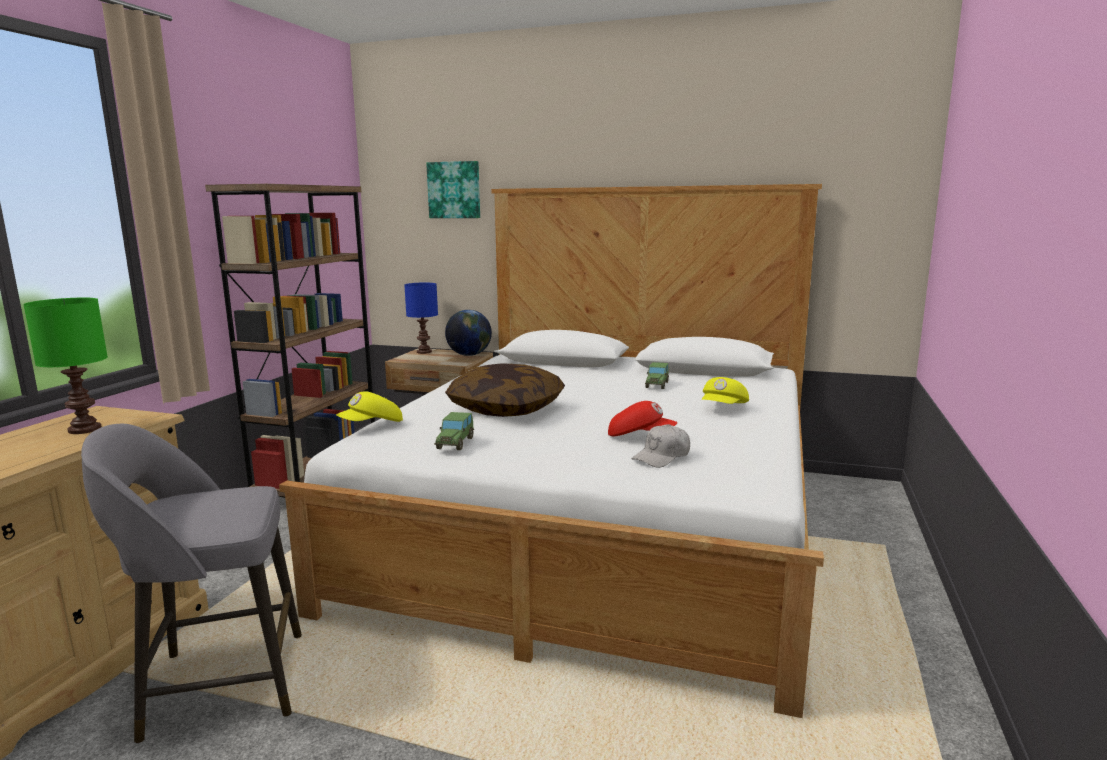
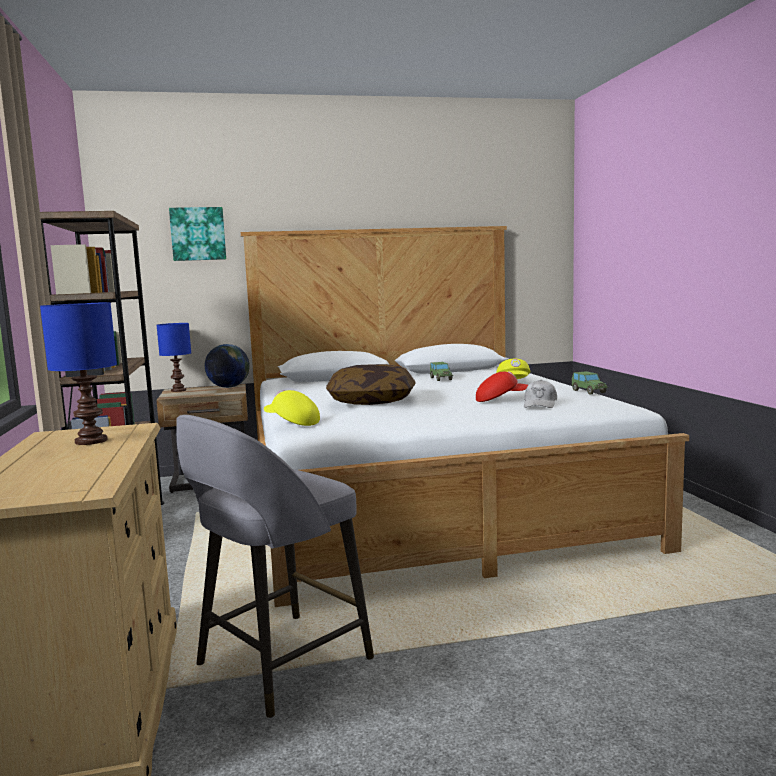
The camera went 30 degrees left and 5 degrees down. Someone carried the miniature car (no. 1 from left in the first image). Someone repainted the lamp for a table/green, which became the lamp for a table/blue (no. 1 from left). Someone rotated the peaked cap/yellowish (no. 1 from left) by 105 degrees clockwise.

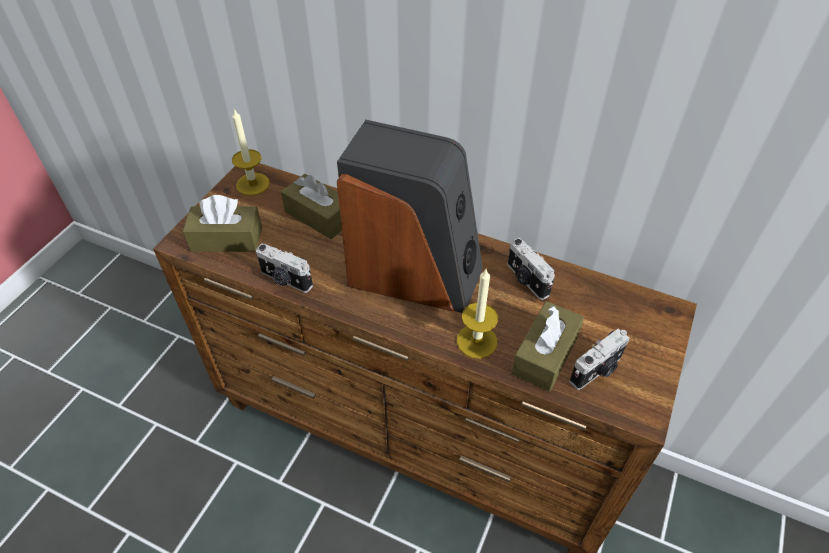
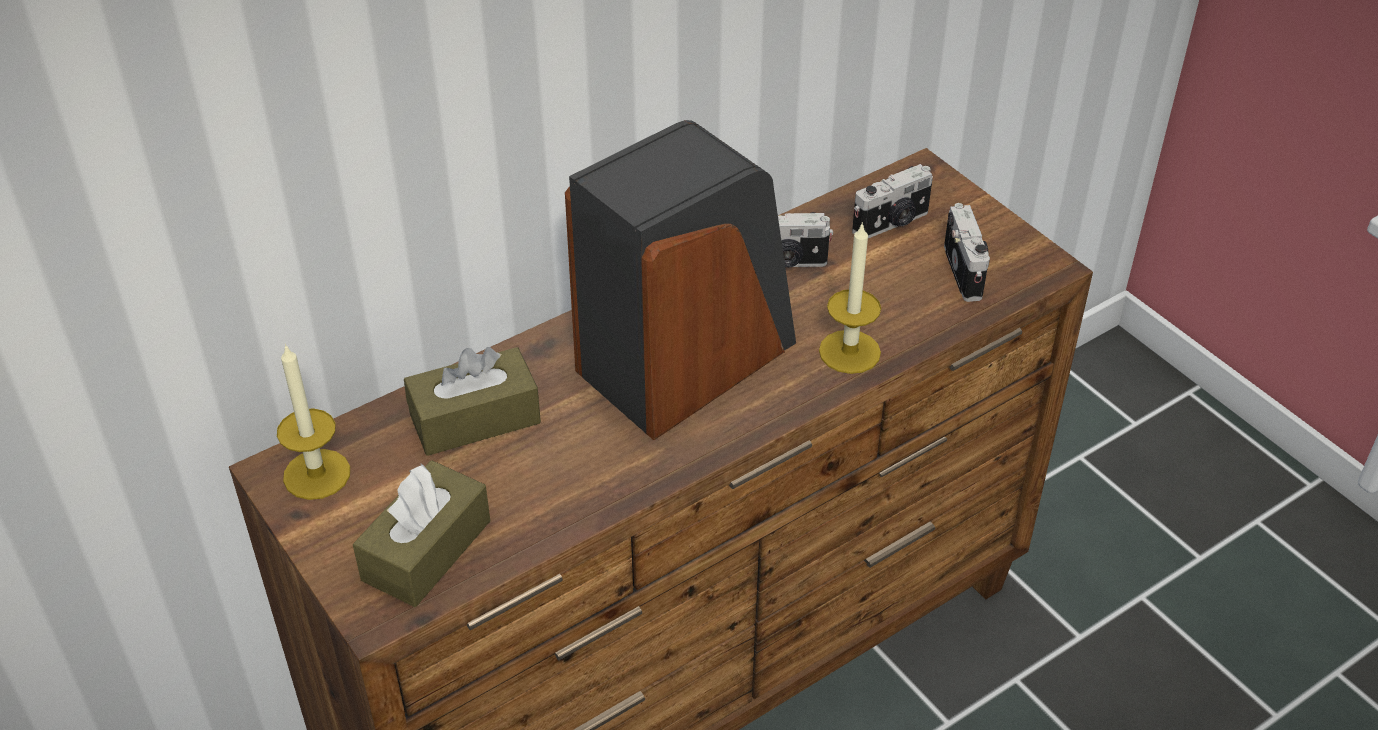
The camera went 60 degrees left and 5 degrees down. Someone took away the tissue box/brown (no. 3 from left). Someone carried the still camera (no. 1 from left in the first image).

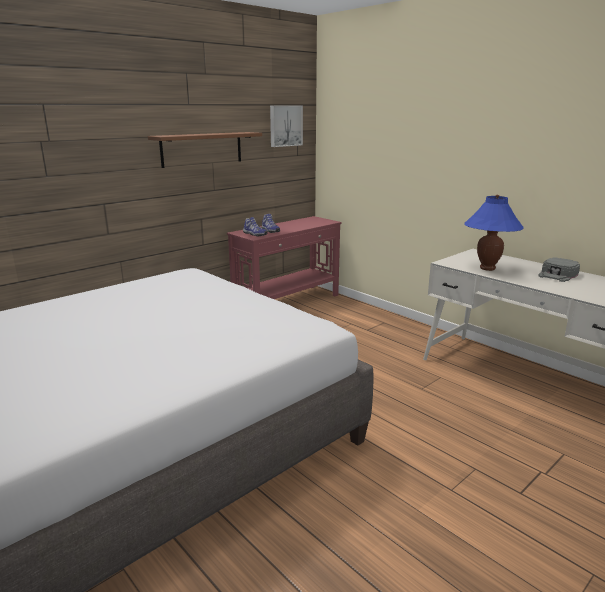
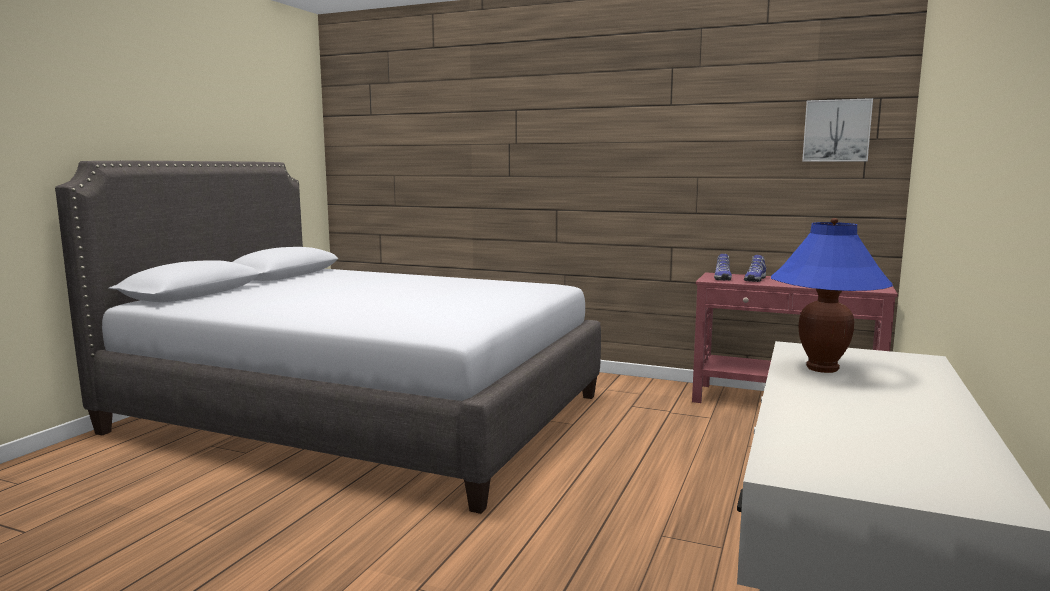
The camera went 65 degrees right and 10 degrees down. Someone took away the bracket shelf/brown. Someone took away the peaked cap/greyish.

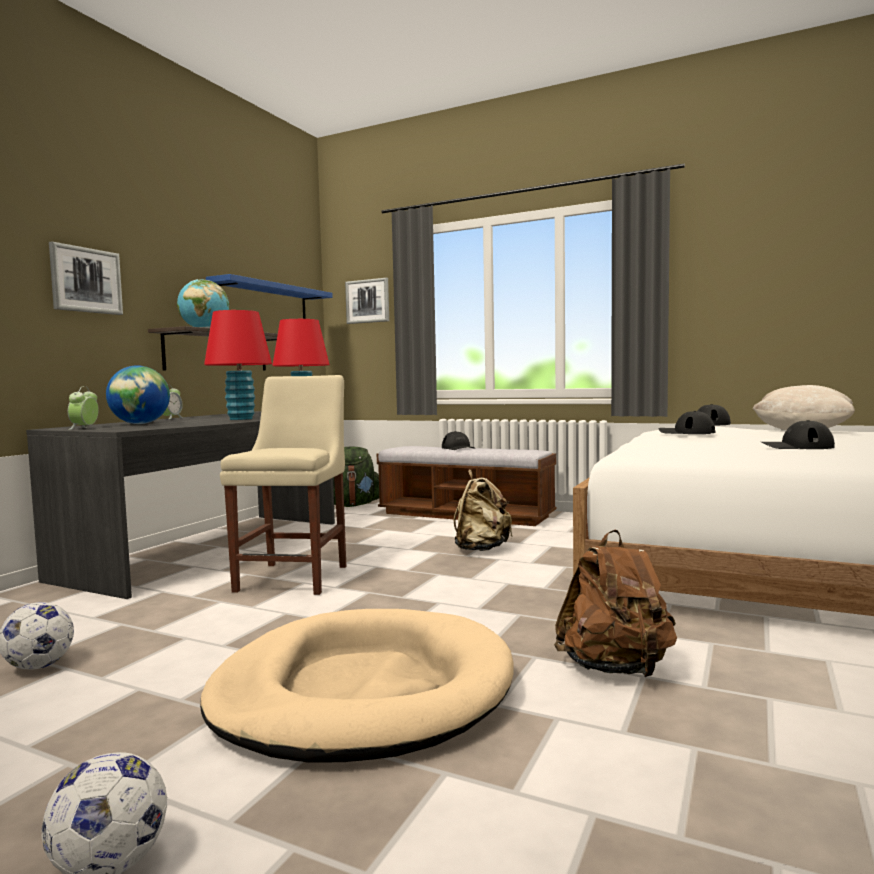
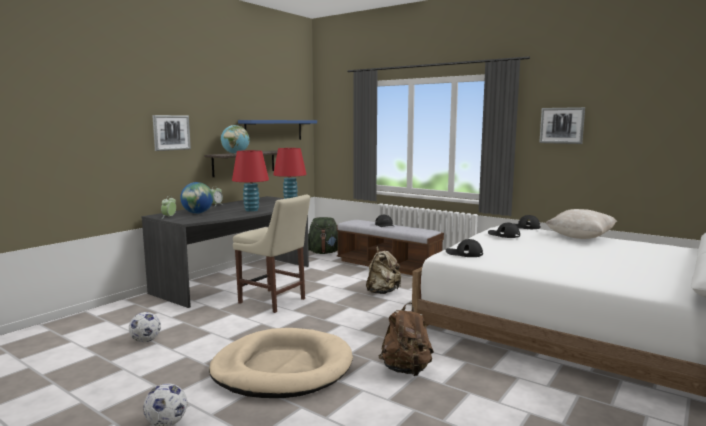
The camera went 10 degrees right and 5 degrees up. Someone carried the picture (no. 2 from left). Someone carried the peaked cap/black (no. 4 from left in the first image). Someone rotated the chair/beige-coloured by 105 degrees clockwise.

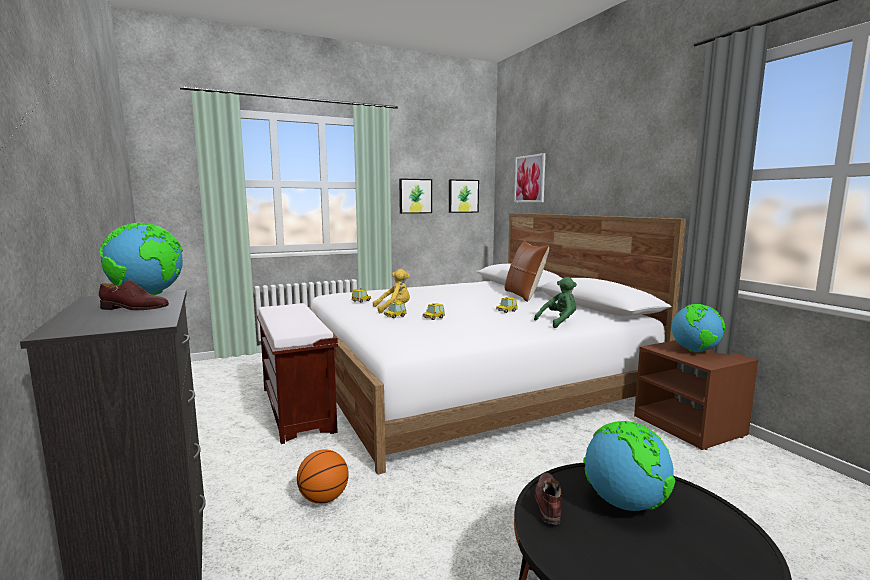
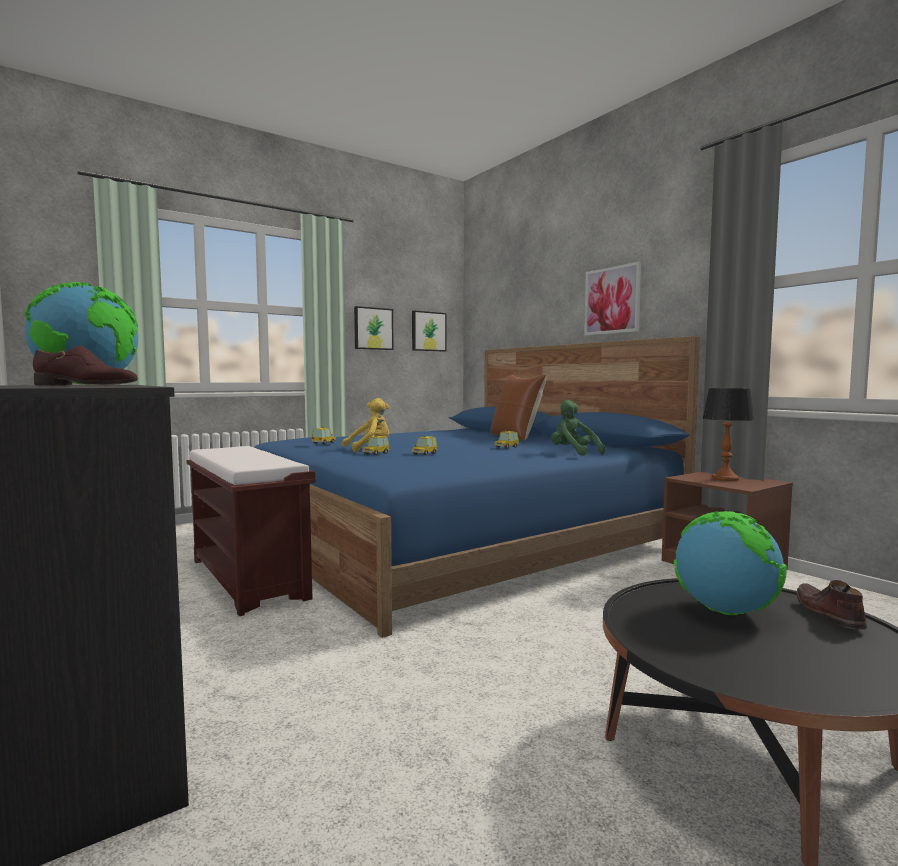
The camera went 10 degrees left and 5 degrees down. Someone took away the ball for basketball. Someone carried the picture (no. 3 from left). Someone carried the item of footwear/brown (no. 2 from left). Someone swapped the globe (no. 3 from left) for the lamp for a table. Someone repainted the bed/white, which became the bed/blue. Someone rotated the cuddly toy/green by 90 degrees counterclockwise.

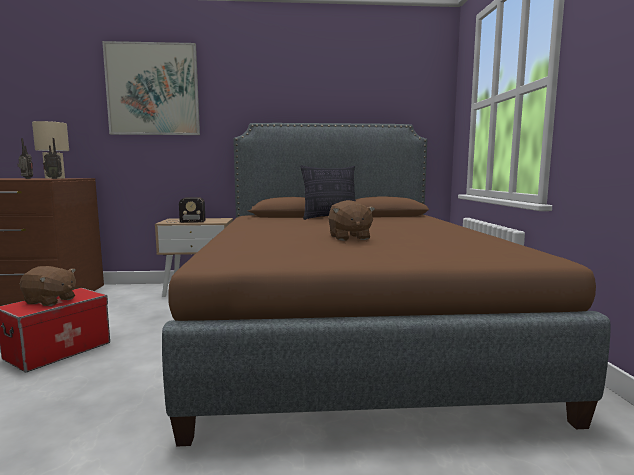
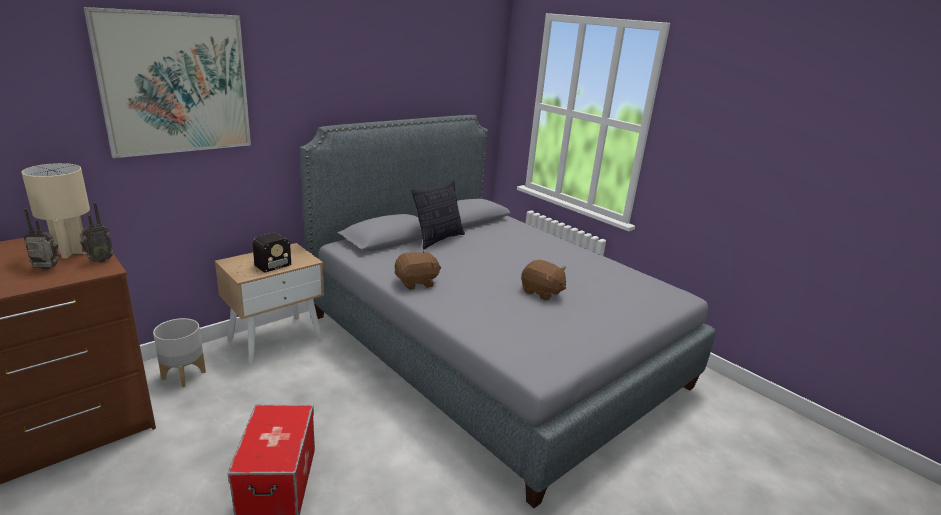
The camera went 40 degrees left and 15 degrees up. Someone put down the plant pot/greyish. Someone carried the cuddly toy/brown (no. 1 from left). Someone repainted the bed/brown, which became the bed/greyish.

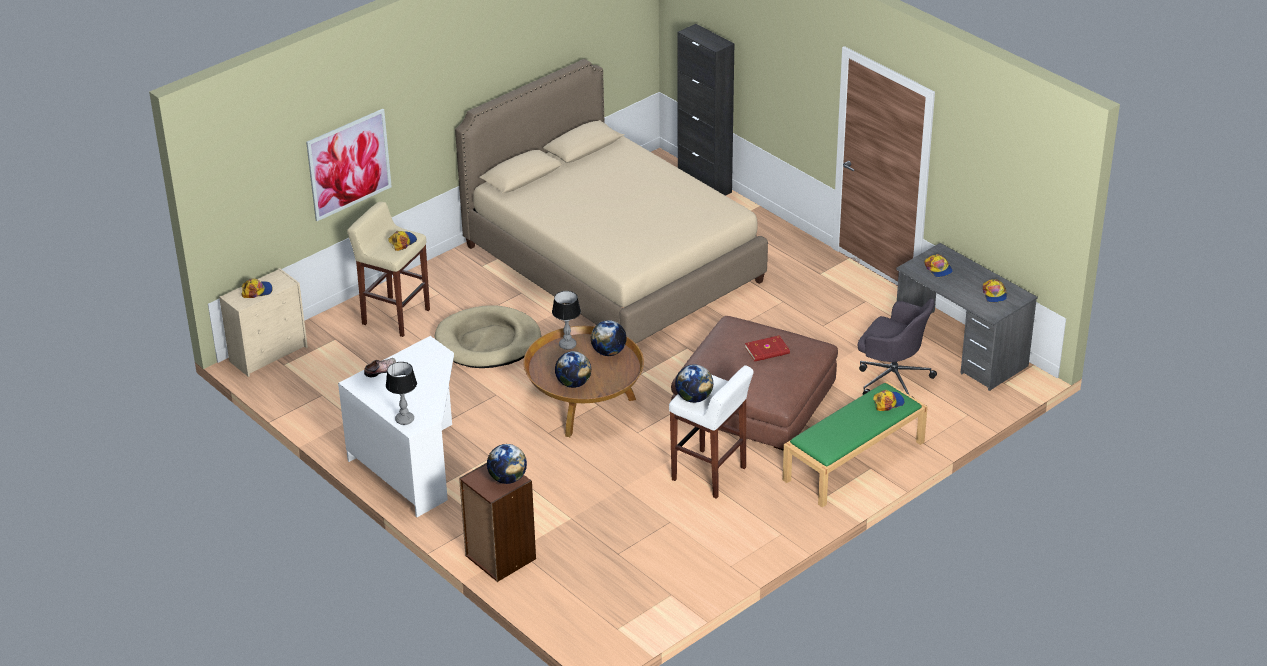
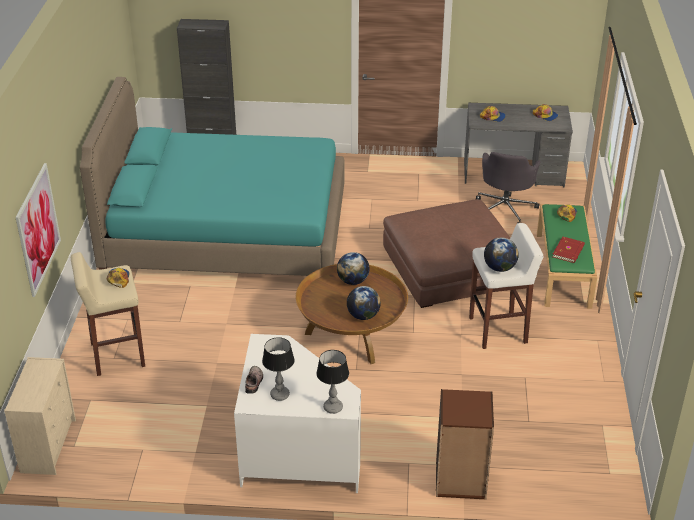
The camera went 45 degrees left and 0 degrees up. Someone took away the peaked cap (no. 1 from left). Someone took away the dog cushion/beige-coloured. Someone took away the globe (no. 1 from left). Someone carried the lamp for a table (no. 2 from left in the first image). Someone carried the volume/reddish. Someone repainted the bed/beige-coloured, which became the bed/turquoise. Someone rotated the office chair/greyish by 120 degrees clockwise.

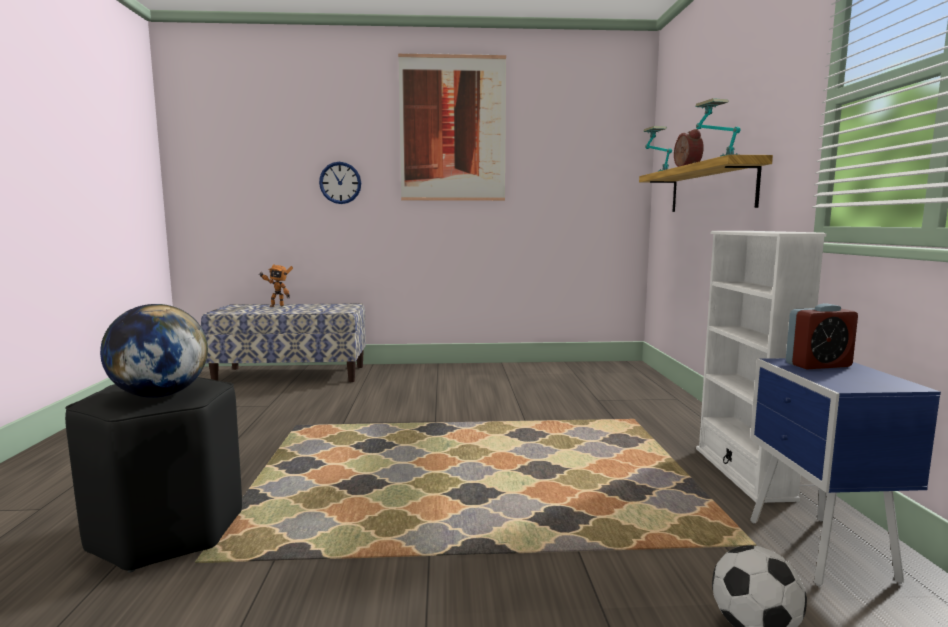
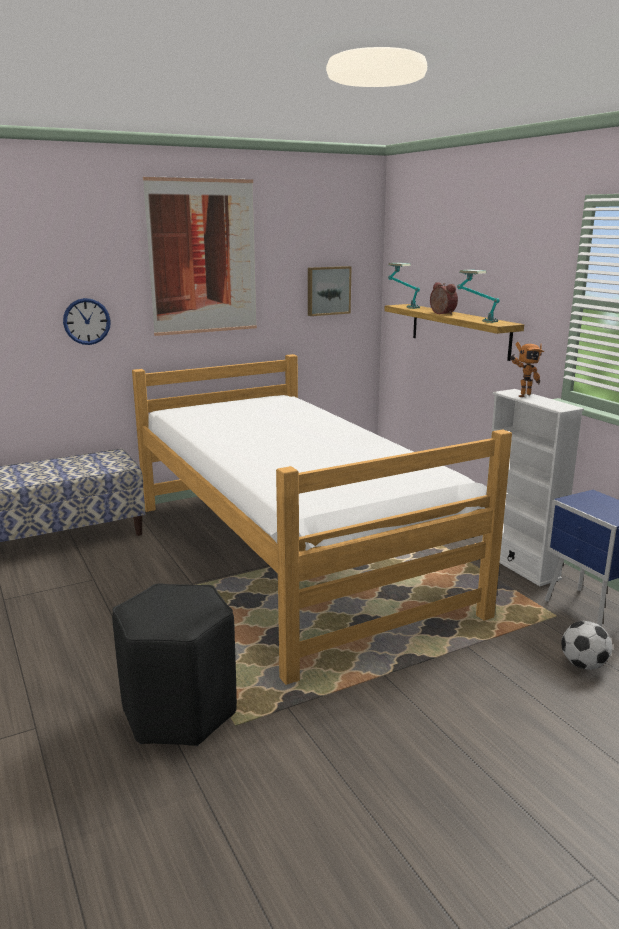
The camera went 25 degrees left and 10 degrees up. Someone took away the globe. Someone took away the bedside clock (no. 2 from left). Someone put down the bed. Someone put up the picture (no. 2 from left). Someone carried the model robot.

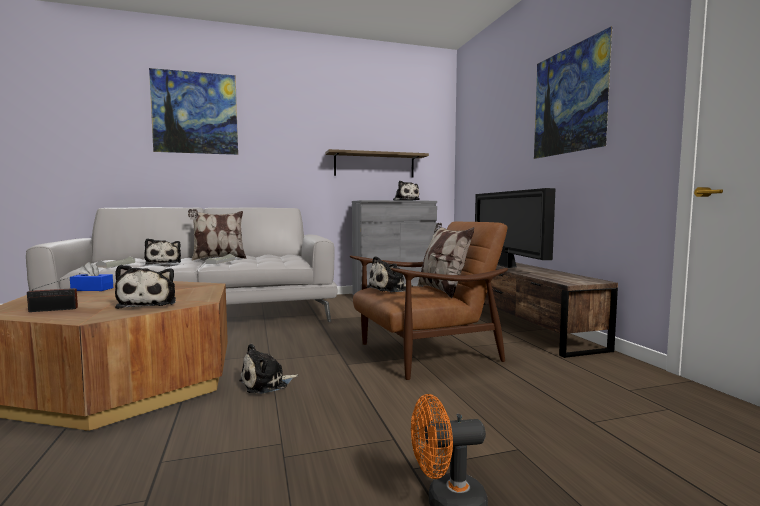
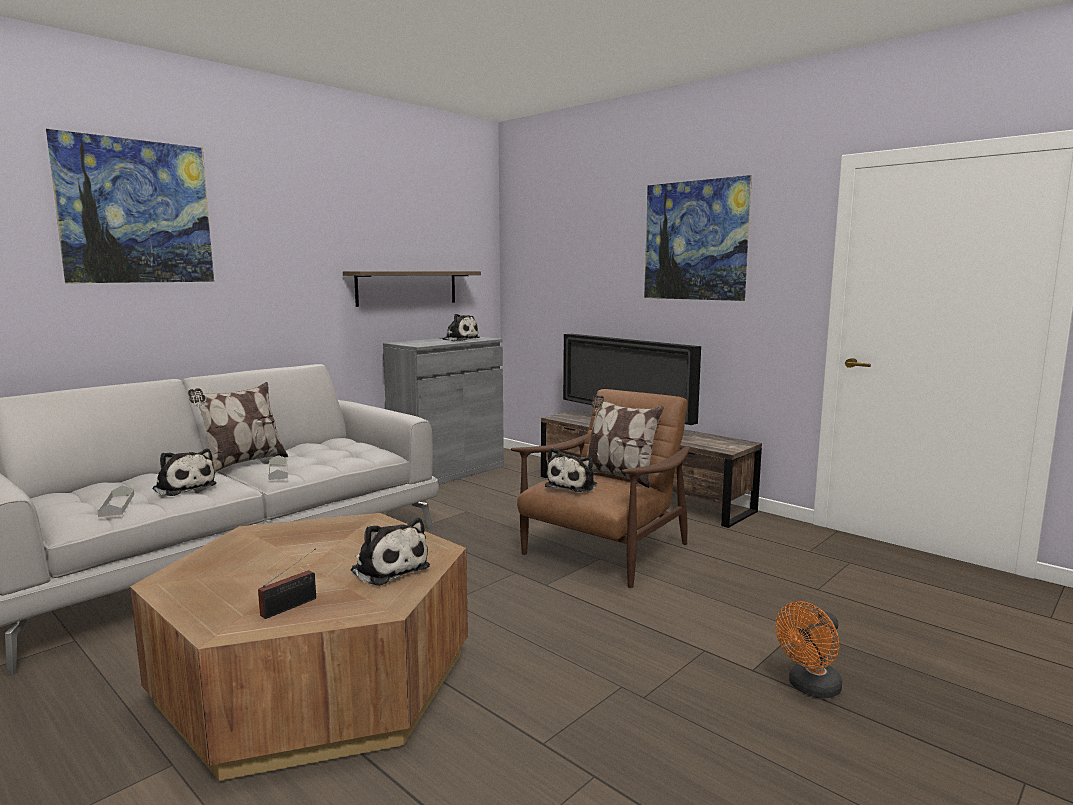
The camera went 30 degrees left and 5 degrees up. Someone took away the tissue box/blue. Someone took away the cuddly toy (no. 3 from left).

